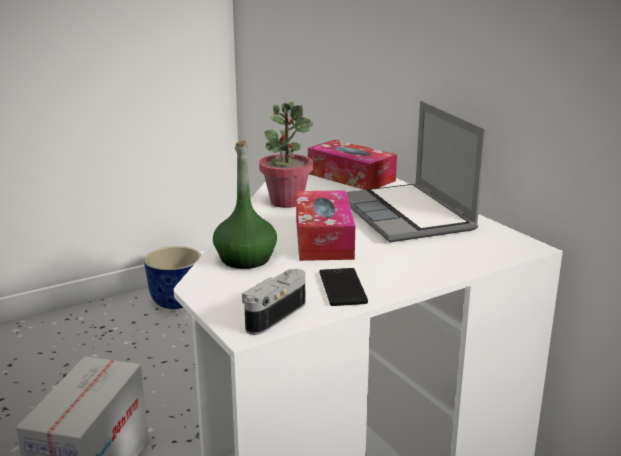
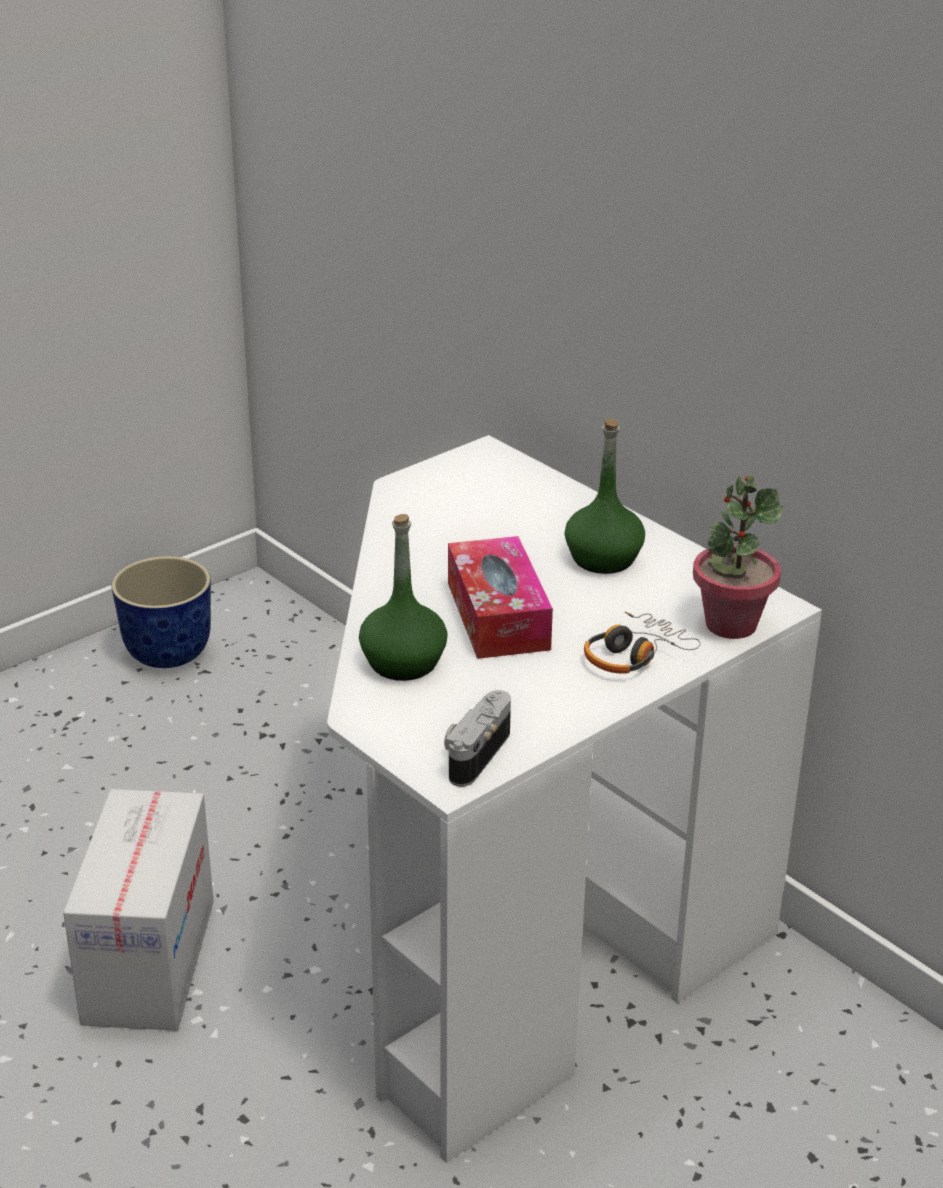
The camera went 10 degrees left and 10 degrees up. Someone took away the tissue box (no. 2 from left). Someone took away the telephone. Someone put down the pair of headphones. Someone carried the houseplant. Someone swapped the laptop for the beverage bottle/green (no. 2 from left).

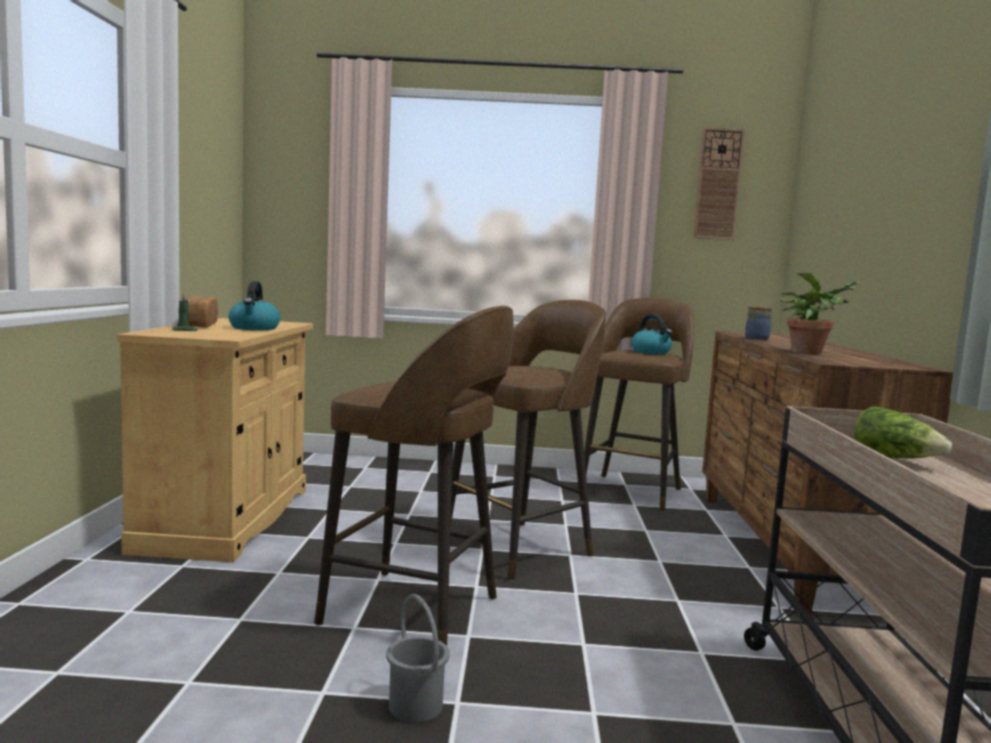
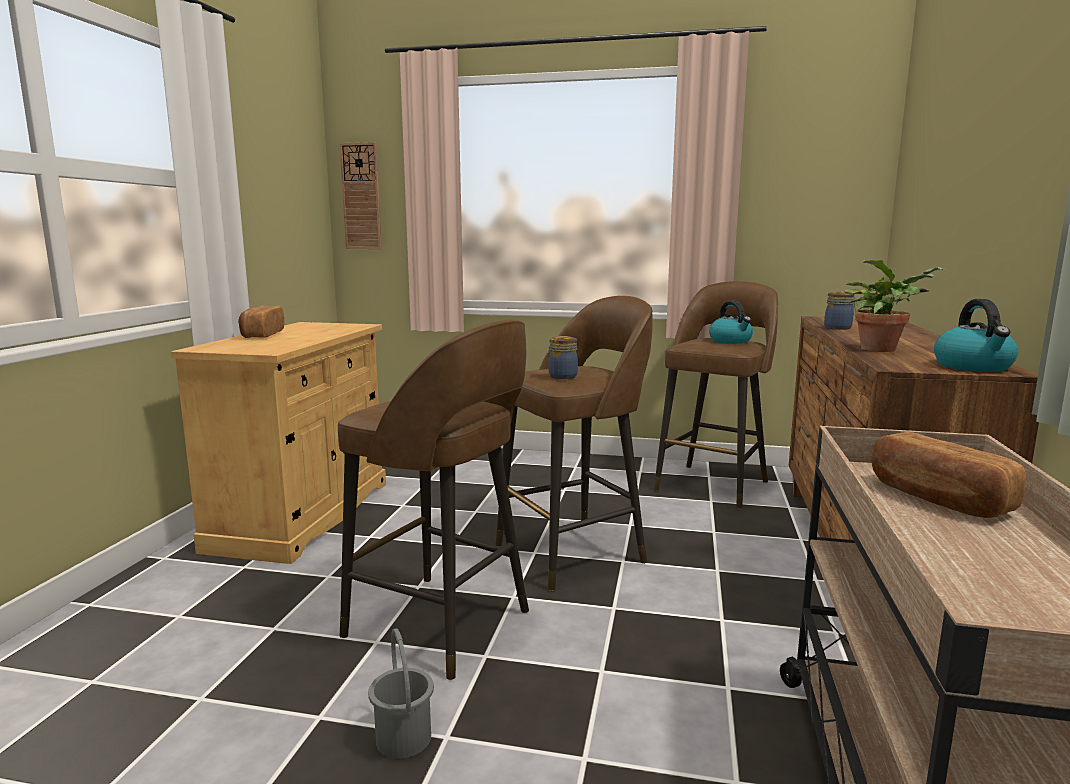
The camera went 10 degrees right and 5 degrees up. Someone took away the wax candle/green. Someone put down the storage jar (no. 1 from left). Someone carried the water kettle (no. 1 from left in the first image). Someone carried the clock on the wall. Someone swapped the lettuce for the bread (no. 2 from left).

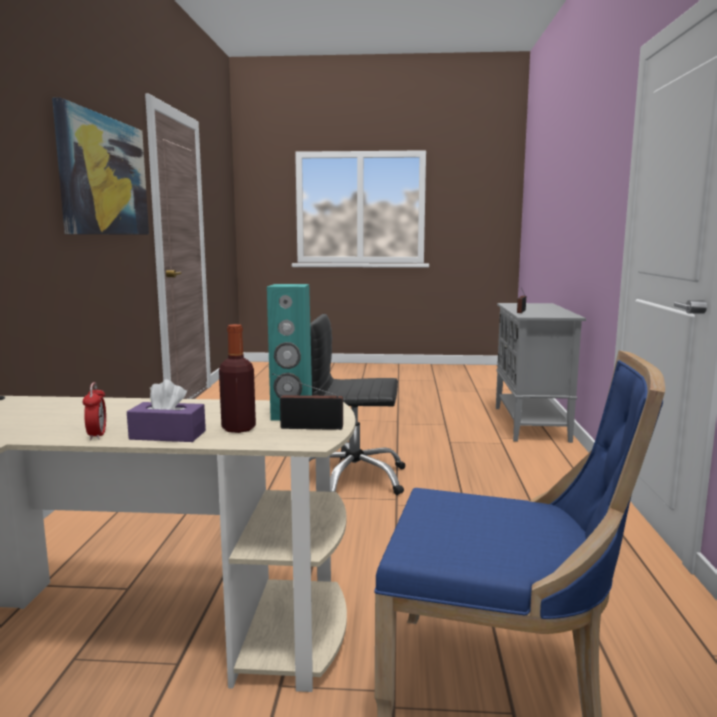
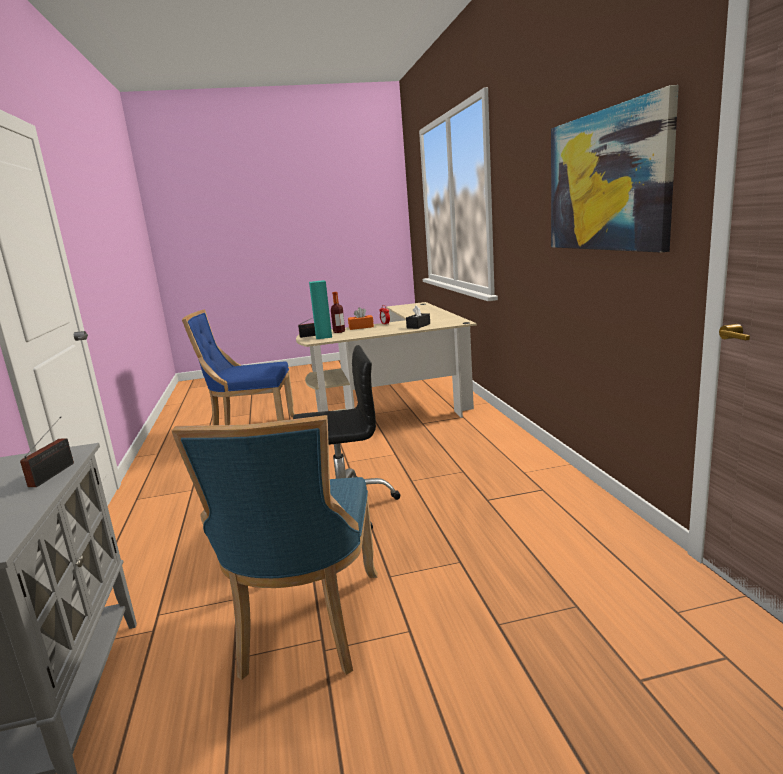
The camera went 165 degrees right and 5 degrees up. Someone put down the chair/blue (no. 2 from left). Someone put down the tissue box/black. Someone repainted the tissue box/purplish, which became the tissue box/orange-coloured.

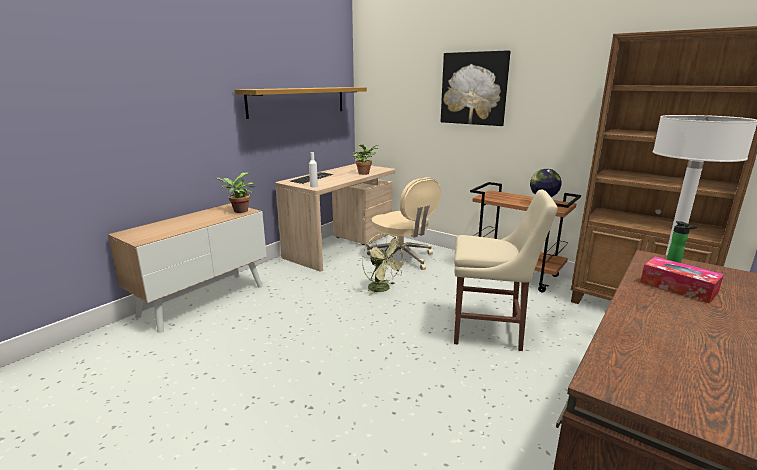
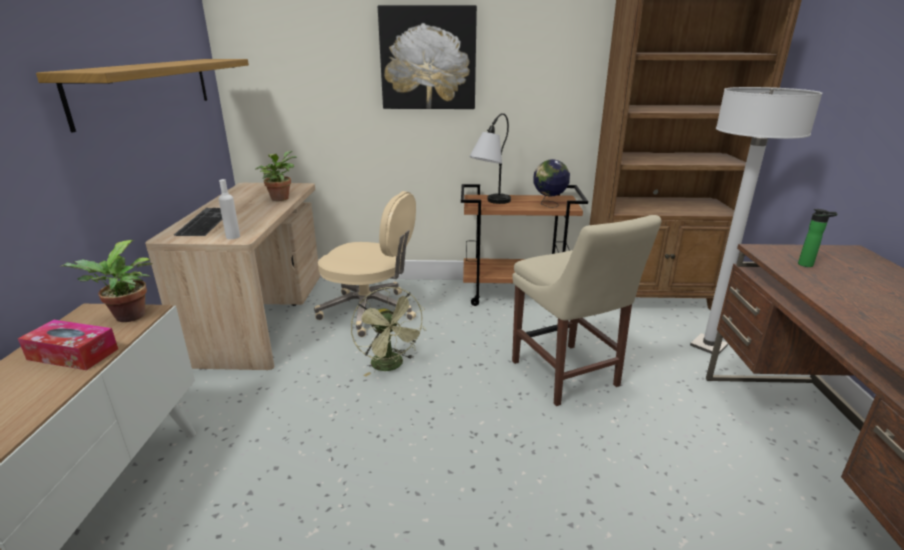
The camera went 35 degrees left and 5 degrees up. Someone put down the lamp for a table. Someone carried the tissue box. Someone rotated the fan/green by 45 degrees clockwise. Someone rotated the chair/beige-coloured by 90 degrees clockwise.

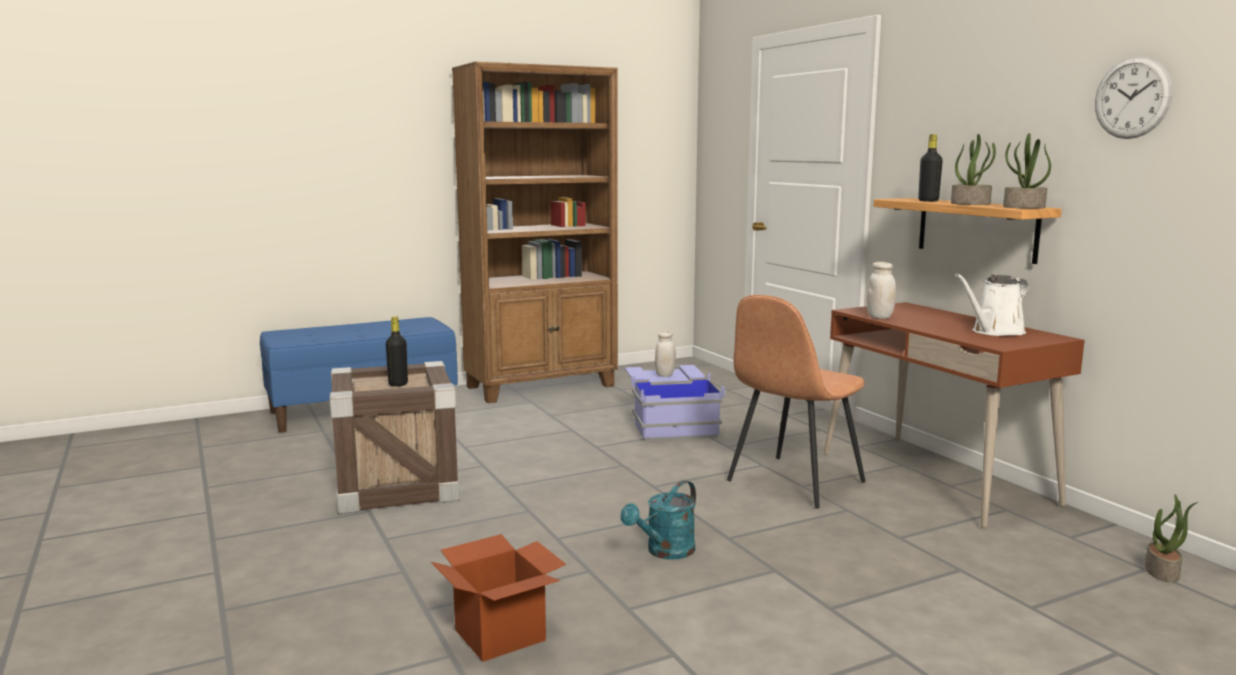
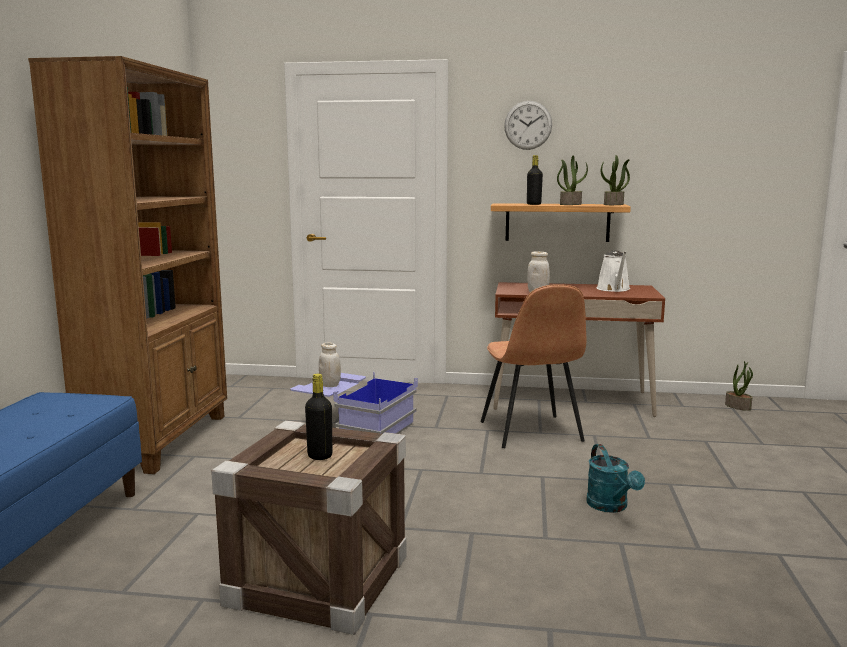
The camera went 55 degrees left and 0 degrees up. Someone took away the carton. Someone carried the clock on the wall.

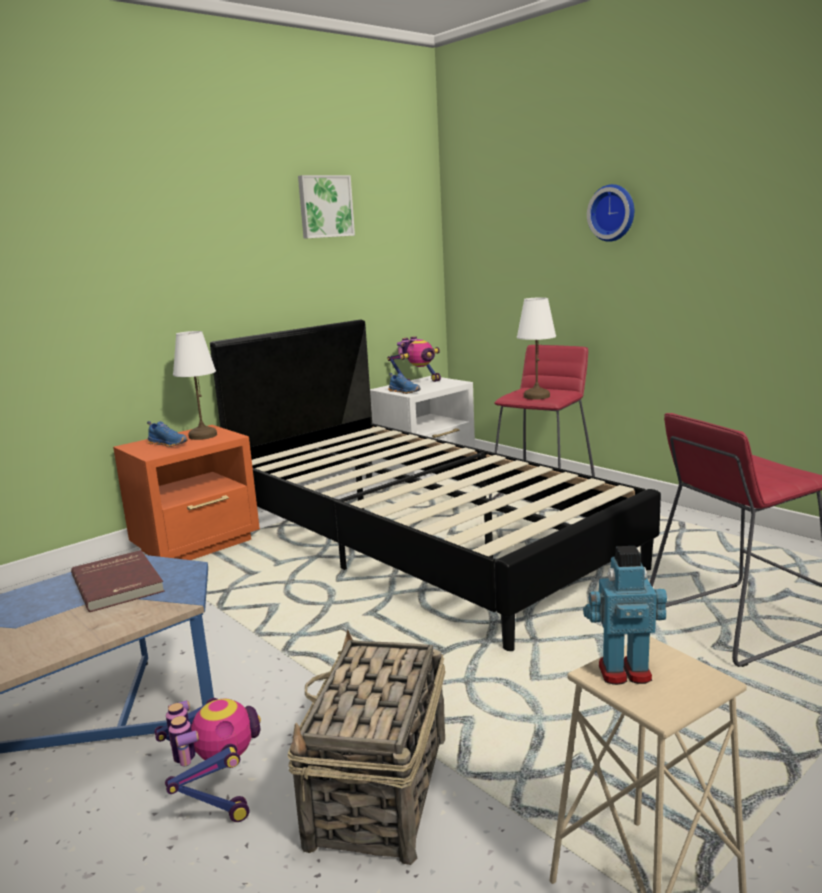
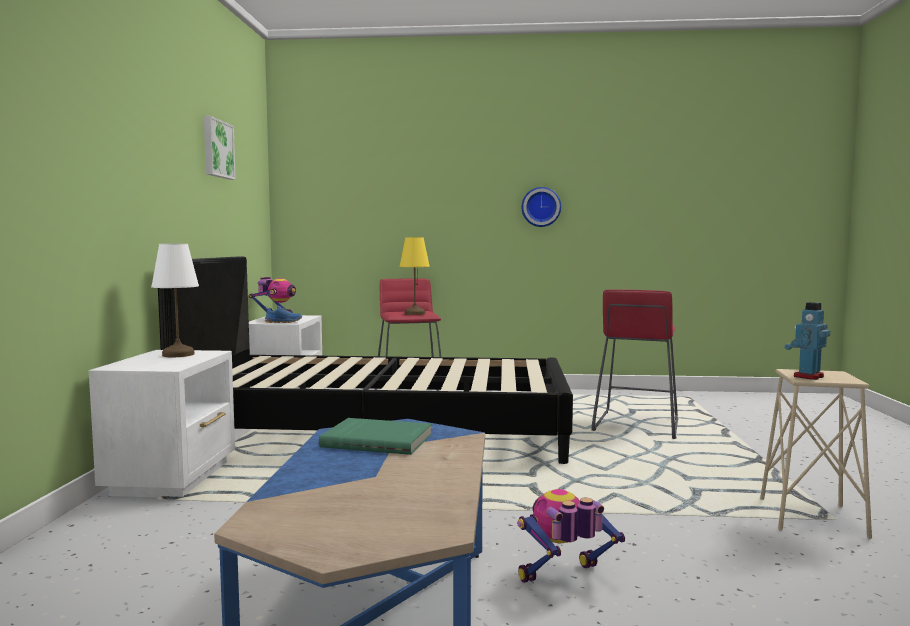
The camera went 45 degrees left and 10 degrees down. Someone took away the item of footwear/blue (no. 1 from left). Someone took away the storage basket. Someone carried the clock on the wall. Someone repainted the volume/reddish, which became the volume/green. Someone repainted the night table/orange-coloured, which became the night table/white (no. 1 from left). Someone repainted the lamp for a table/white (no. 2 from left), which became the lamp for a table/yellowish. Someone rotated the model robot (no. 1 from left in the first image) by 45 degrees counterclockwise.

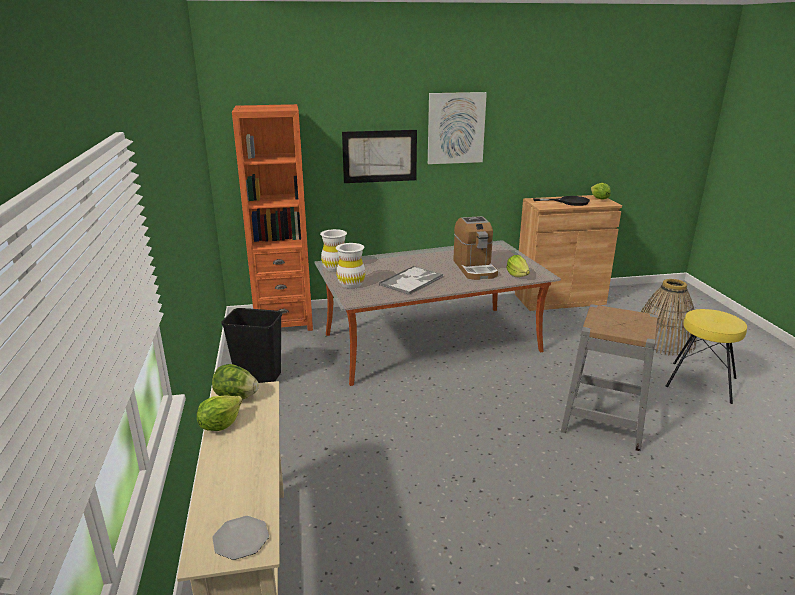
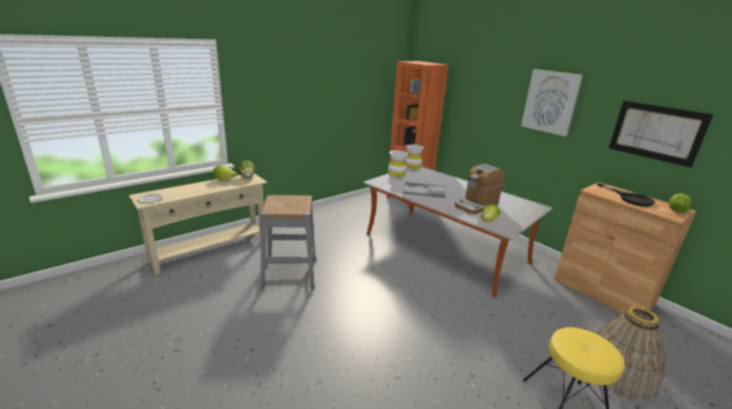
The camera went 60 degrees right and 0 degrees up. Someone took away the trash can/black. Someone carried the picture (no. 1 from left in the first image). Someone carried the sitting stool/greyish.

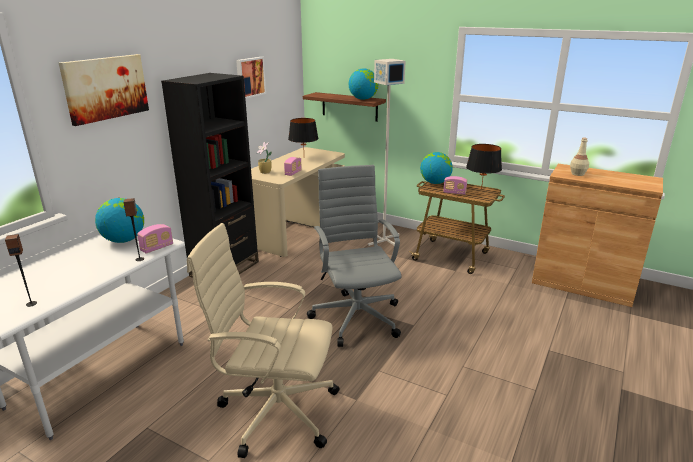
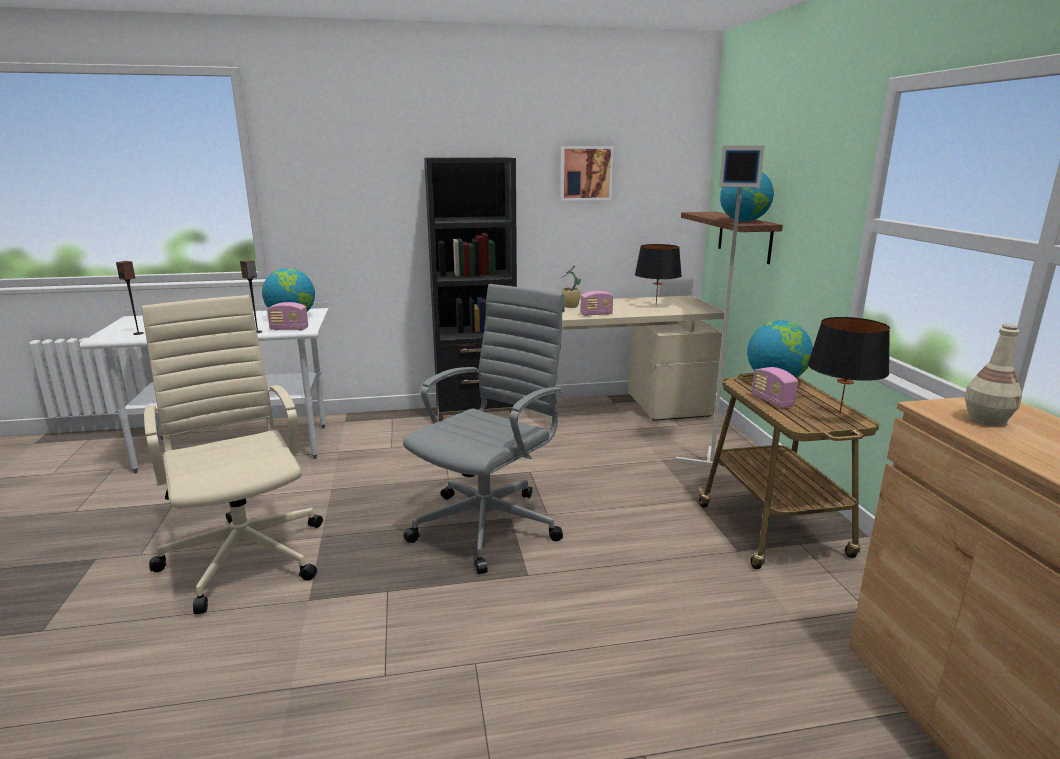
The camera went 50 degrees right and 5 degrees down. Someone took away the picture (no. 1 from left).

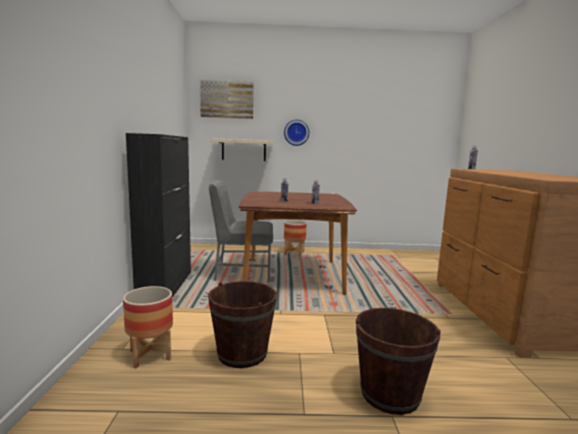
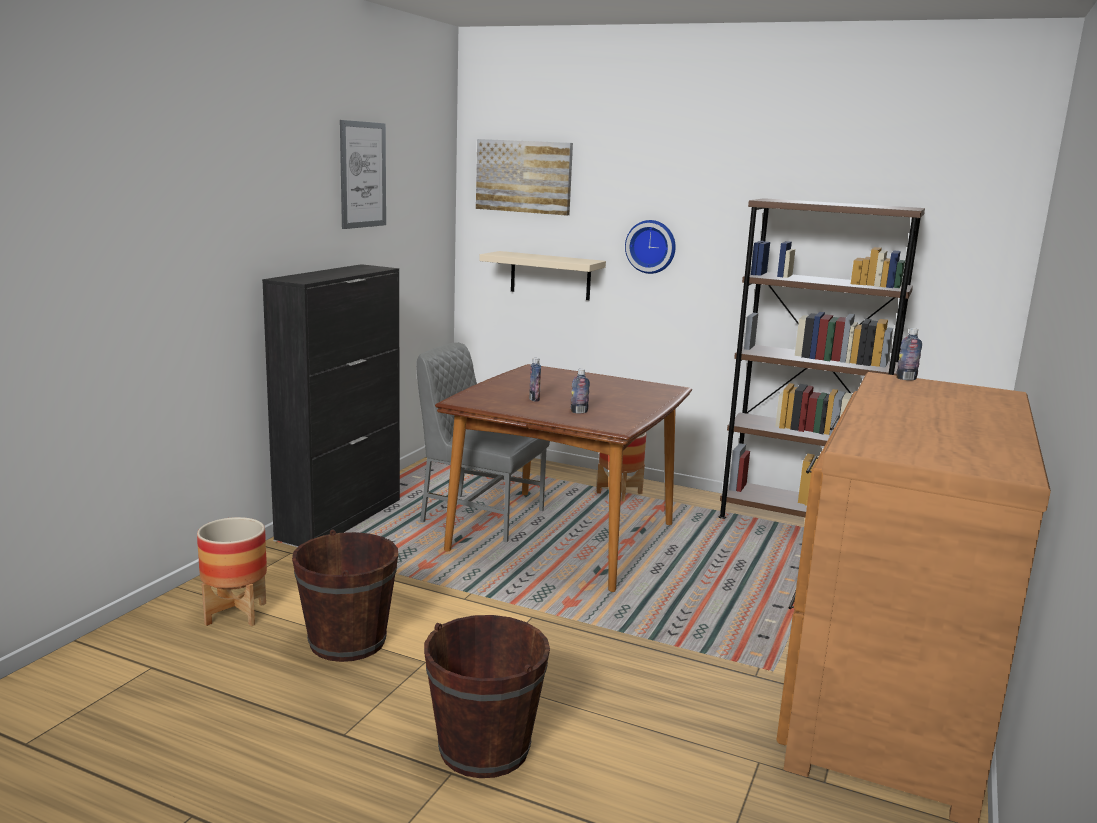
The camera went 25 degrees right and 5 degrees up. Someone put up the picture (no. 1 from left). Someone put down the bookcase/brown.

